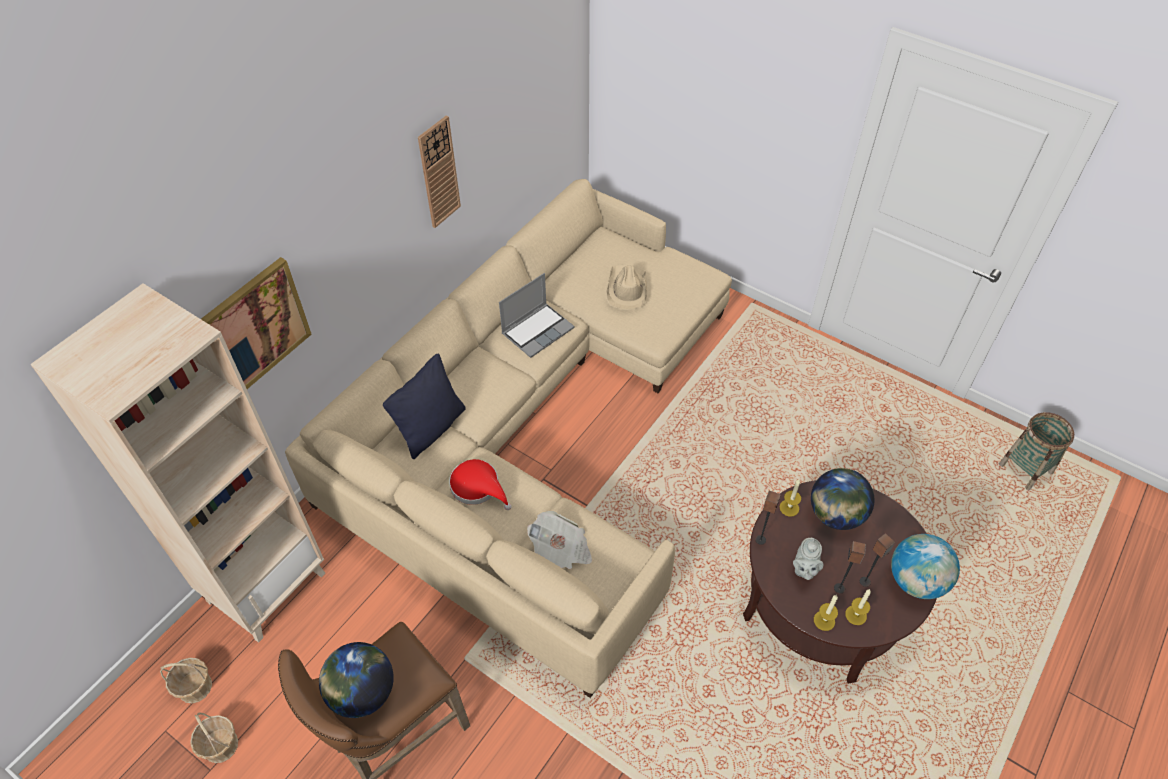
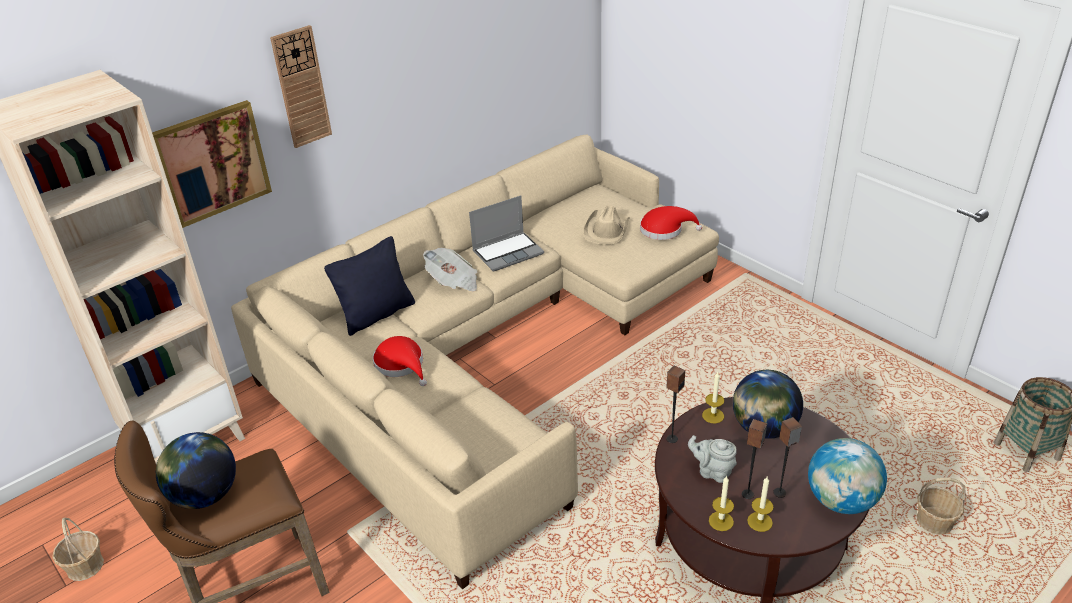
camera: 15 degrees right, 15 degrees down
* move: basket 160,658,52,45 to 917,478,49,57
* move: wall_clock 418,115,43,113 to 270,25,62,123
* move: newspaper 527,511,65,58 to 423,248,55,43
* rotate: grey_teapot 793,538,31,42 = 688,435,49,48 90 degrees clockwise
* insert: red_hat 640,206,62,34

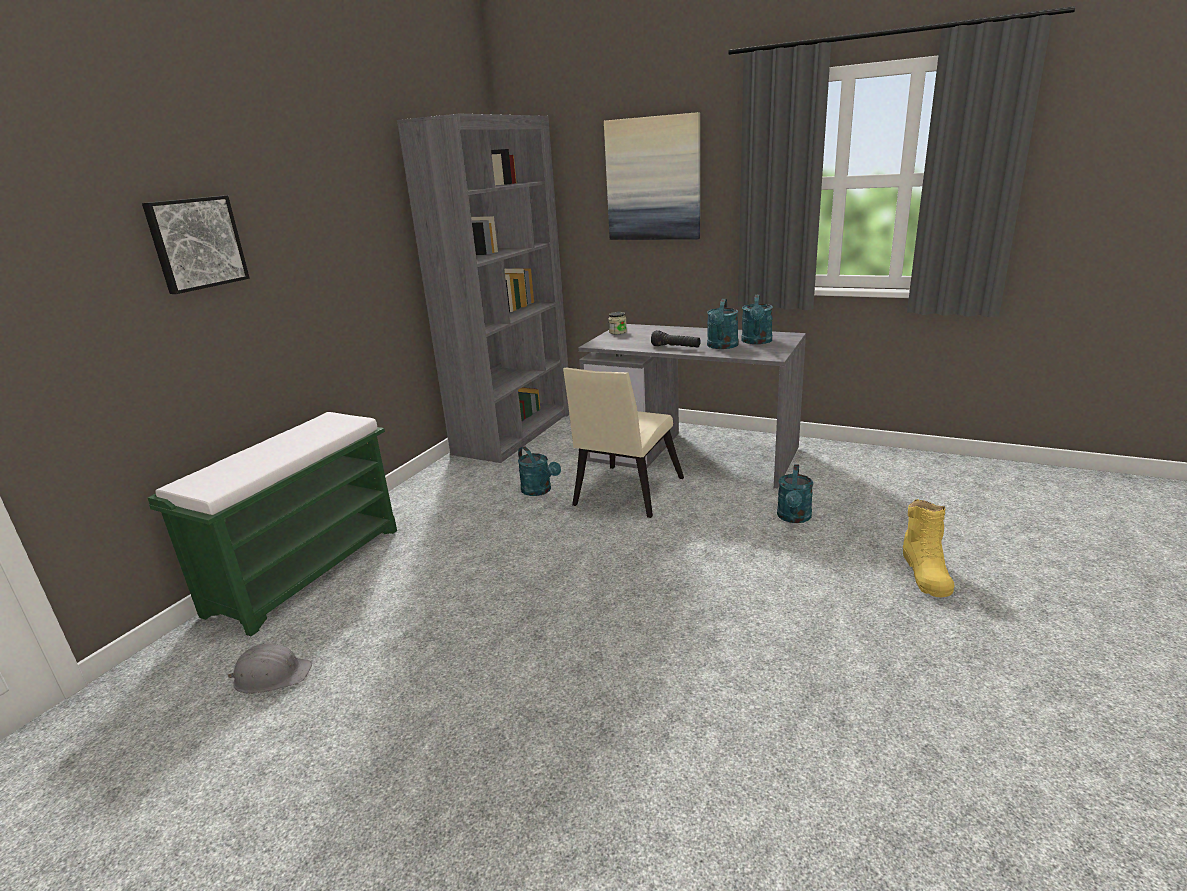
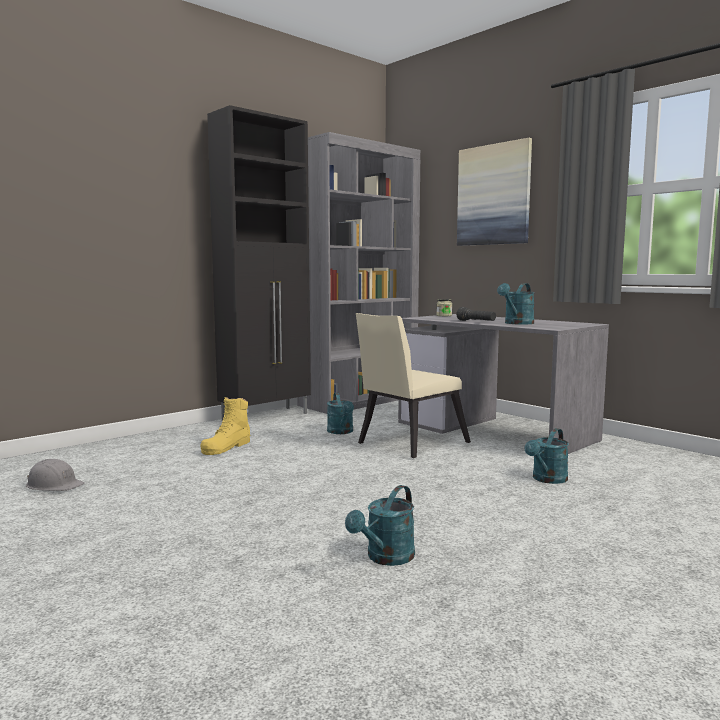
camera: 20 degrees right, 15 degrees down
* delete: picture 142,195,108,99
* delete: green_bench 148,412,249,224
* move: turquoise_watering_can 741,295,32,49 to 345,485,70,81
* move: yellow_boot 903,499,52,98 to 200,397,50,58
* insert: black_cabinet 207,105,104,316

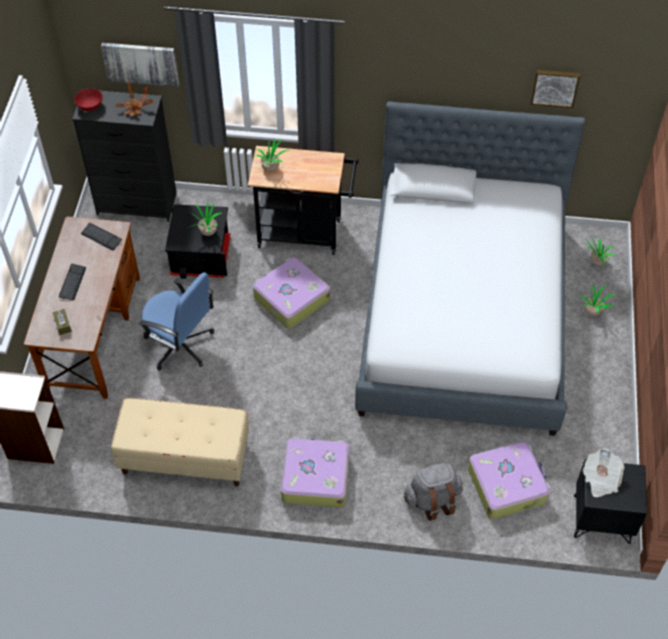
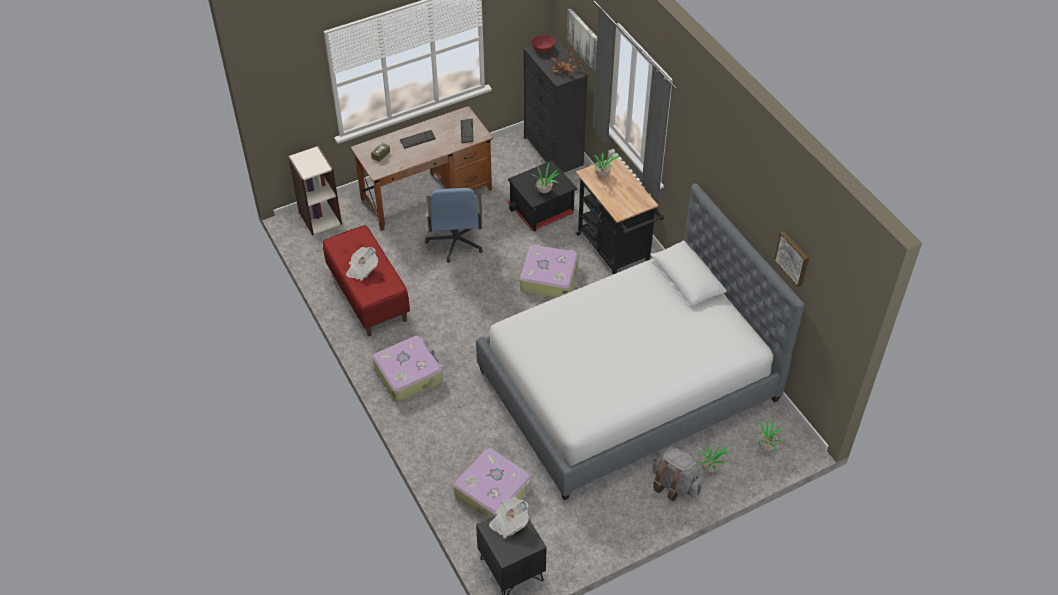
camera: 55 degrees right, 5 degrees down
* recolor: beige_bench 111,398,138,89 to red_bench 323,225,87,111
* move: grey_backpack 404,463,59,58 to 653,447,50,54
* insert: newspaper 346,247,32,34

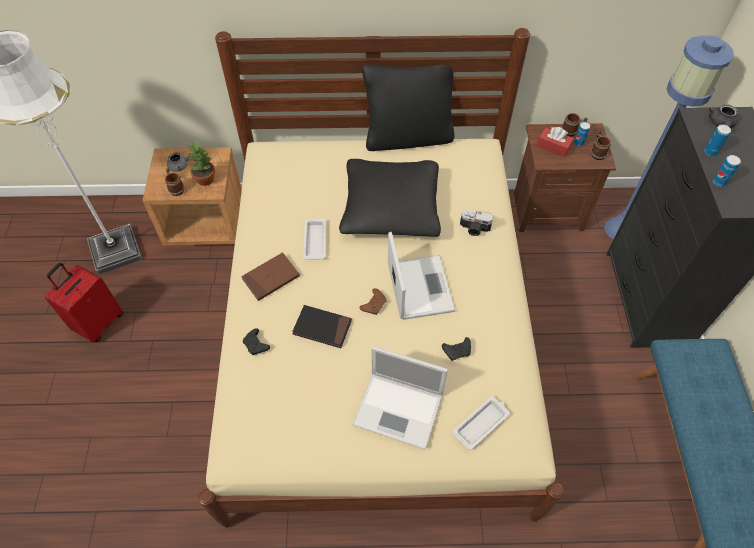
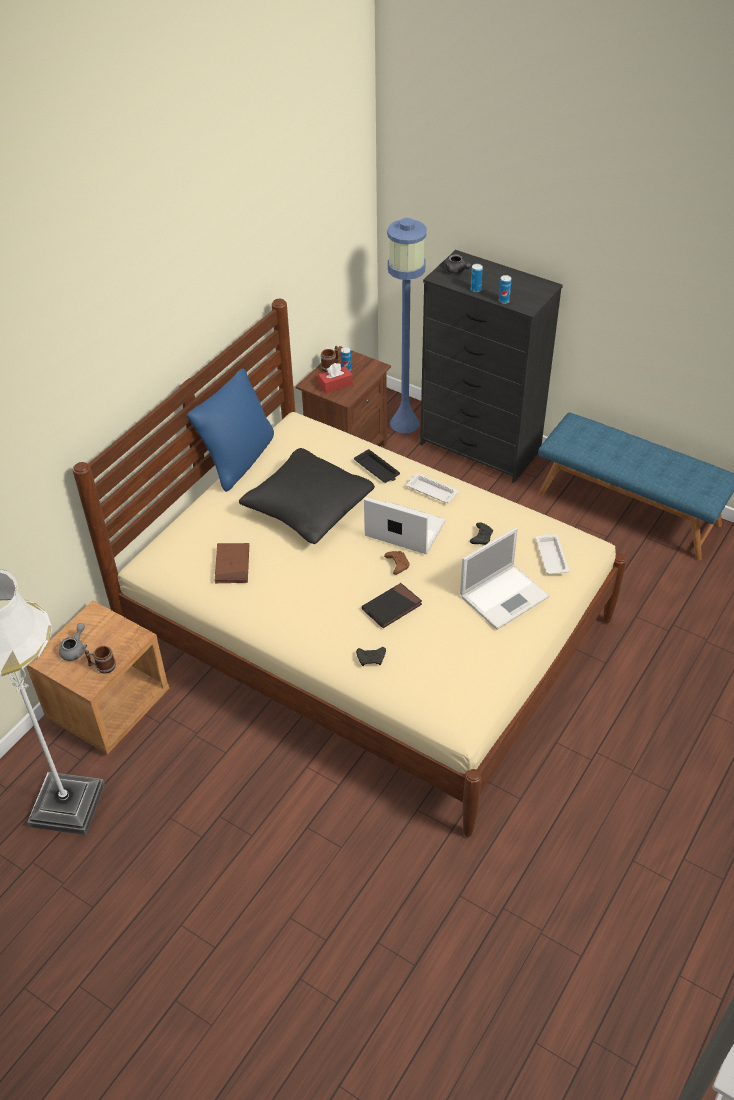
camera: 55 degrees left, 10 degrees down
* delete: red_suitcase 45,263,78,79
* delete: potted_plant 187,139,28,47
* move: brown_book 241,252,59,49 to 215,543,34,40
* move: white_tray 303,218,23,42 to 407,473,51,30
* recolor: black_pillow 362,64,93,87 to blue_pillow 187,362,87,130
* replace: photo_camera 460,210,34,26 to black_tray 354,449,46,34
* delete: mug 591,131,20,29

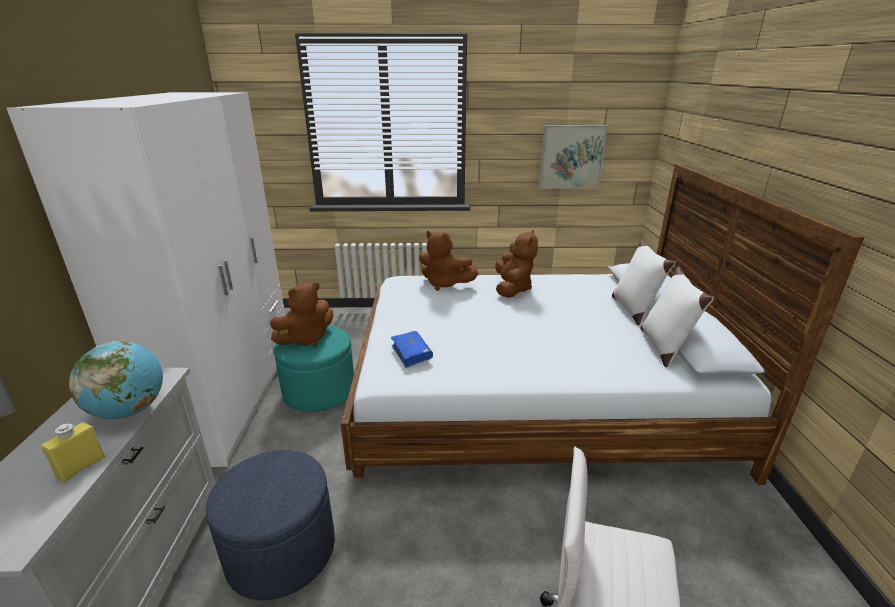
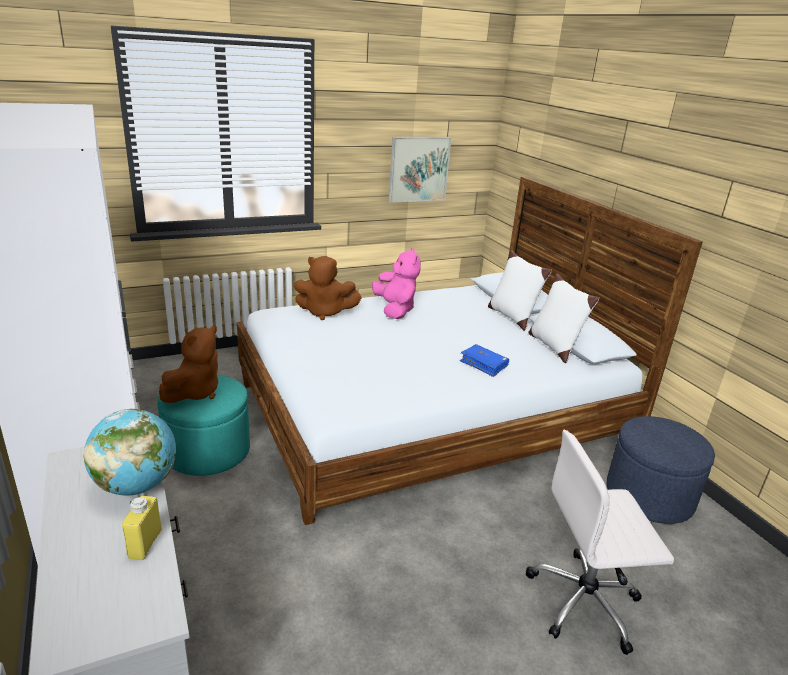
camera: 25 degrees left, 0 degrees up
* move: blue_ottoman 206,450,129,151 to 607,416,108,108
* move: blue_book 391,331,42,37 to 460,344,49,33
* recolor: brown_plush_toy 495,230,43,68 to pink_plush_toy 372,248,49,71

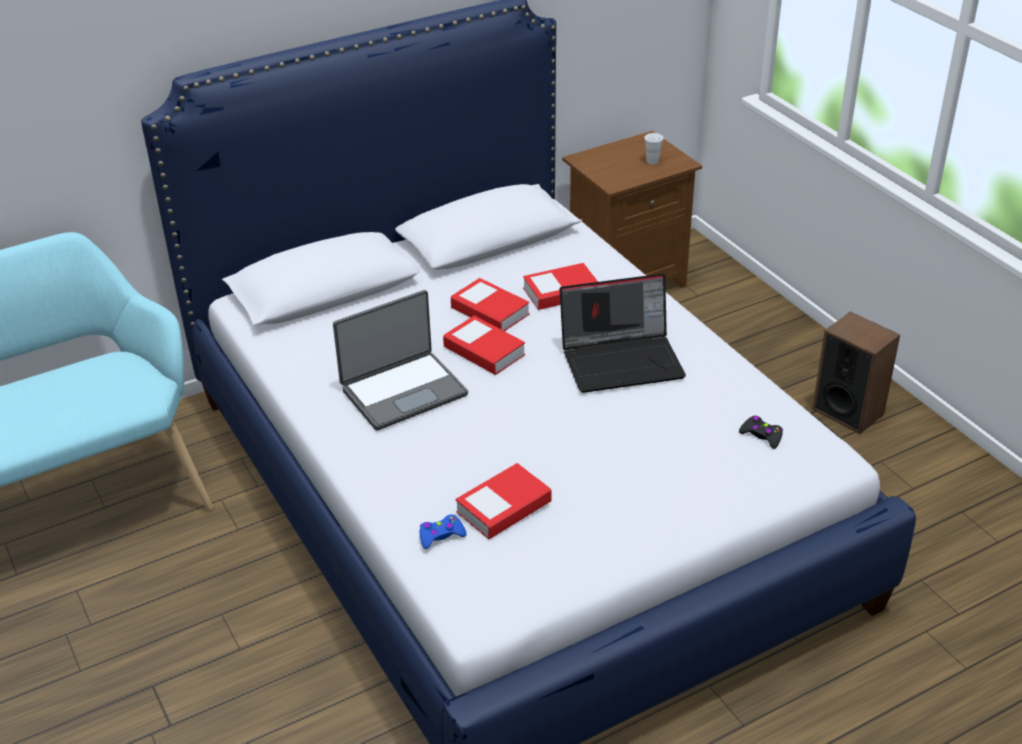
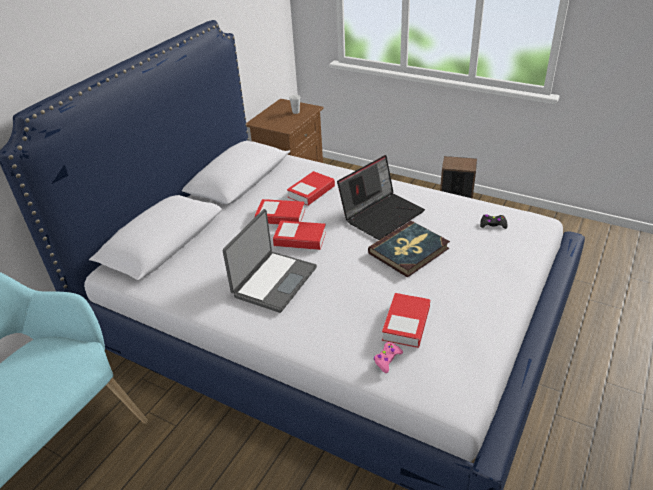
camera: 30 degrees left, 0 degrees up
* recolor: blue_game_controller 420,514,47,35 to pink_game_controller 374,342,29,31
* insert: book 368,221,82,57

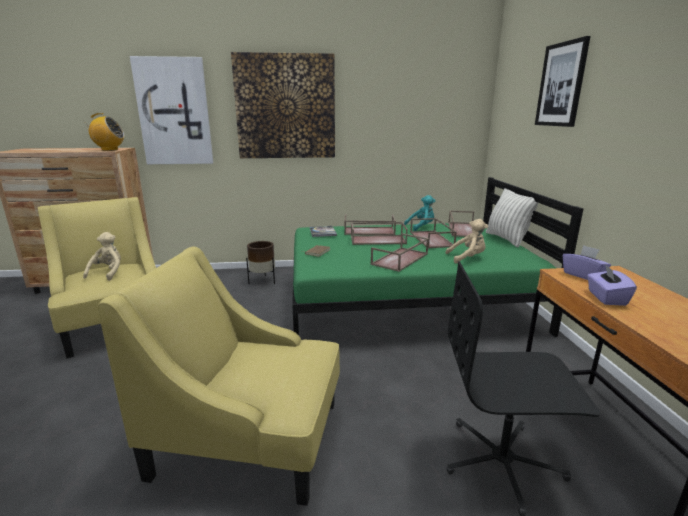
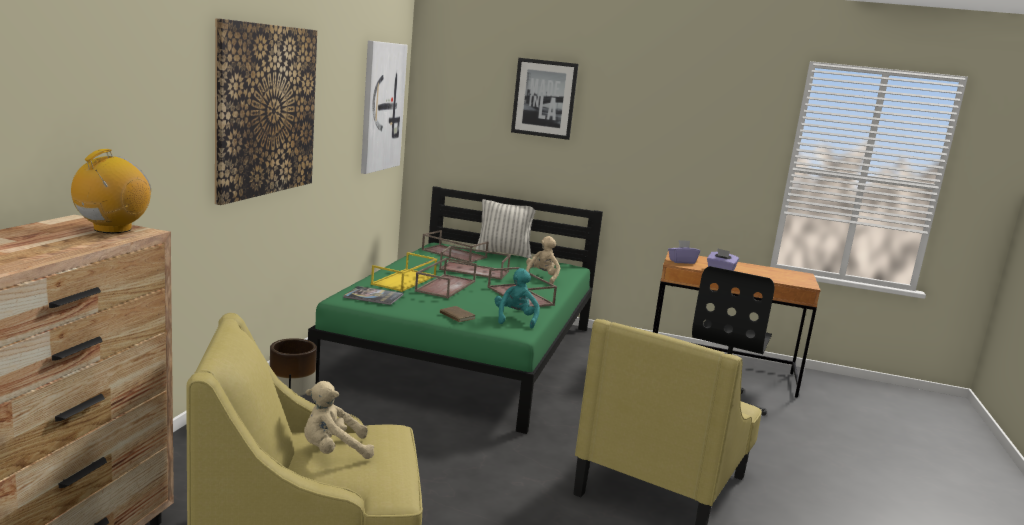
camera: 70 degrees left, 5 degrees down
* rotate: beige_plush_toy 83,232,38,49 = 304,381,70,78 45 degrees counterclockwise
* move: picture 130,56,83,108 to 361,40,47,134
* recolor: brown_tray 344,215,52,20 to yellow_tray 371,252,66,40
* move: turquoise_plush_toy 404,195,31,36 to 495,268,45,61

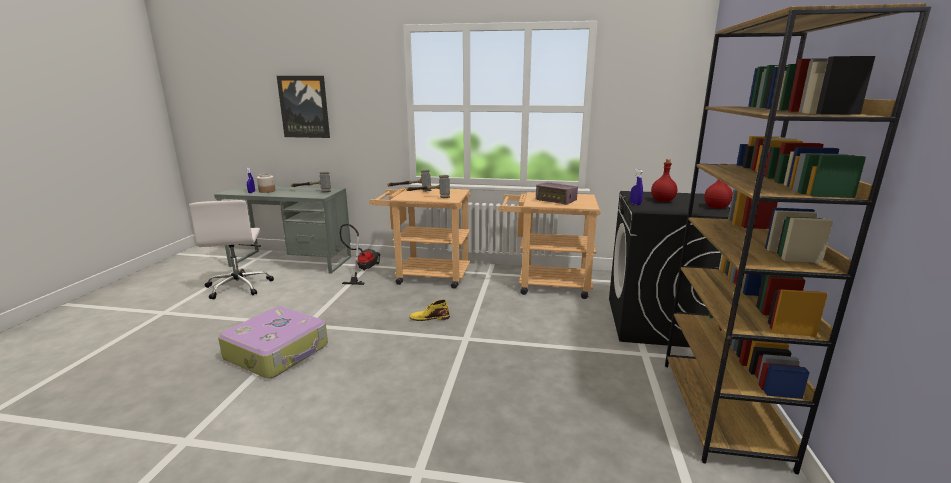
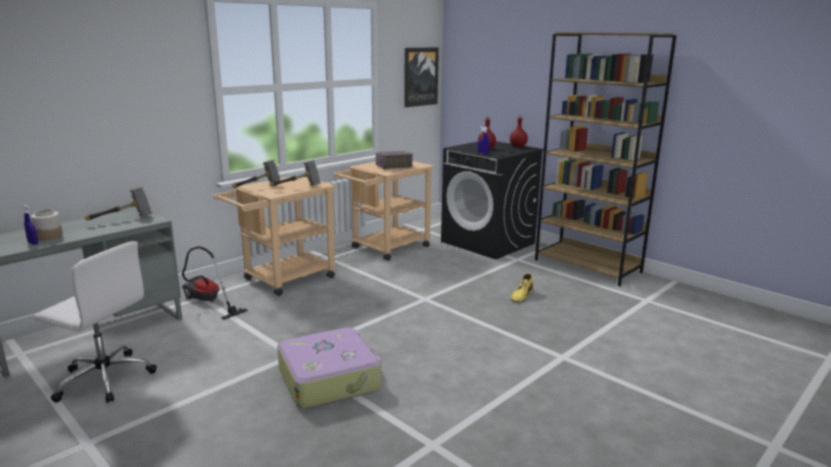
camera: 55 degrees left, 0 degrees up
* move: picture 277,76,53,62 to 404,47,35,60
* move: yellow_boot 409,299,41,22 to 511,273,22,30

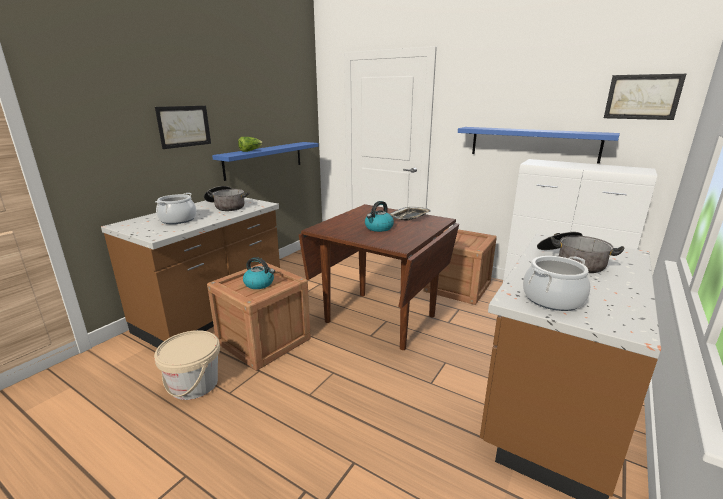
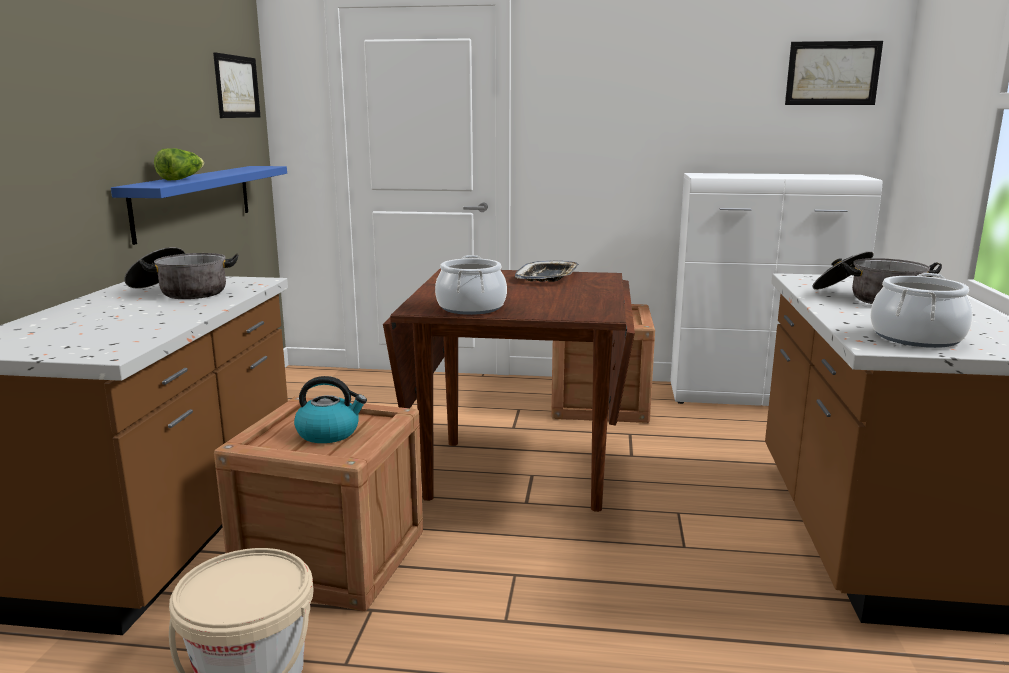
camera: 25 degrees left, 5 degrees down
* move: picture 155,106,56,43 to 213,52,47,66
* move: cooking_pot 155,193,41,31 to 435,255,72,60
* delete: kettle 365,201,29,31
* delete: blue_shelf 458,127,162,37

